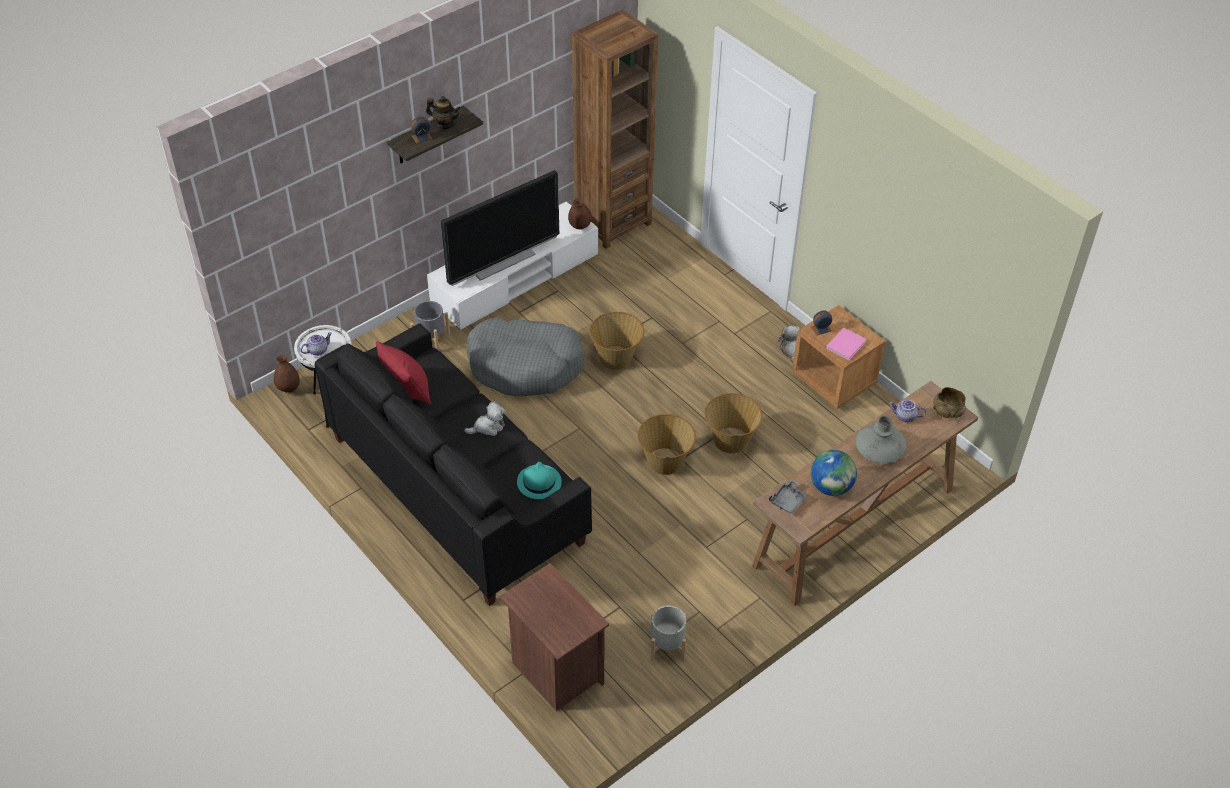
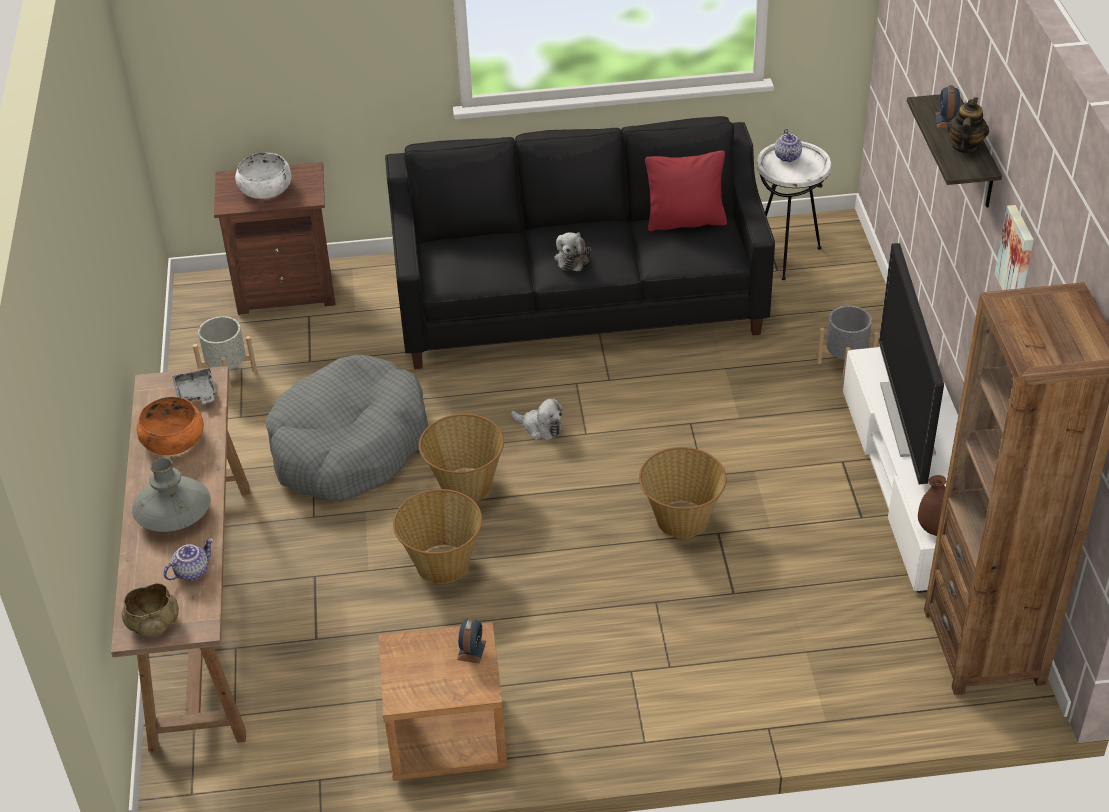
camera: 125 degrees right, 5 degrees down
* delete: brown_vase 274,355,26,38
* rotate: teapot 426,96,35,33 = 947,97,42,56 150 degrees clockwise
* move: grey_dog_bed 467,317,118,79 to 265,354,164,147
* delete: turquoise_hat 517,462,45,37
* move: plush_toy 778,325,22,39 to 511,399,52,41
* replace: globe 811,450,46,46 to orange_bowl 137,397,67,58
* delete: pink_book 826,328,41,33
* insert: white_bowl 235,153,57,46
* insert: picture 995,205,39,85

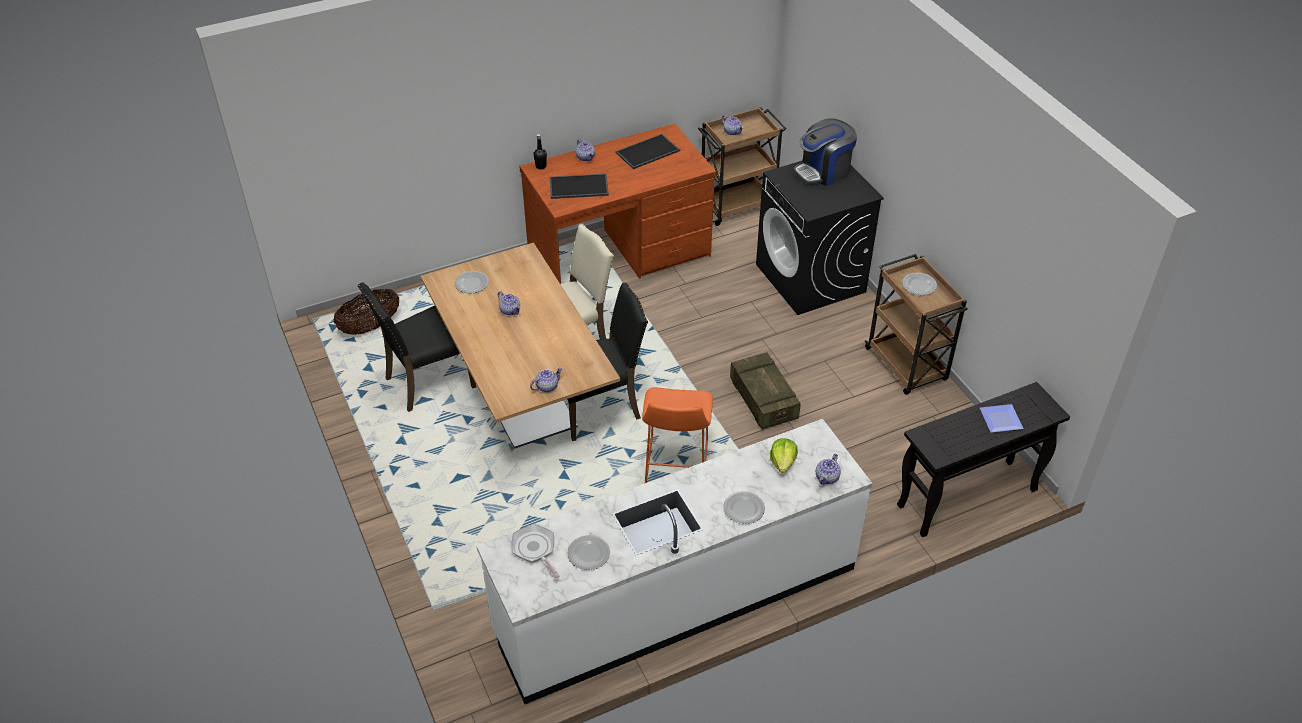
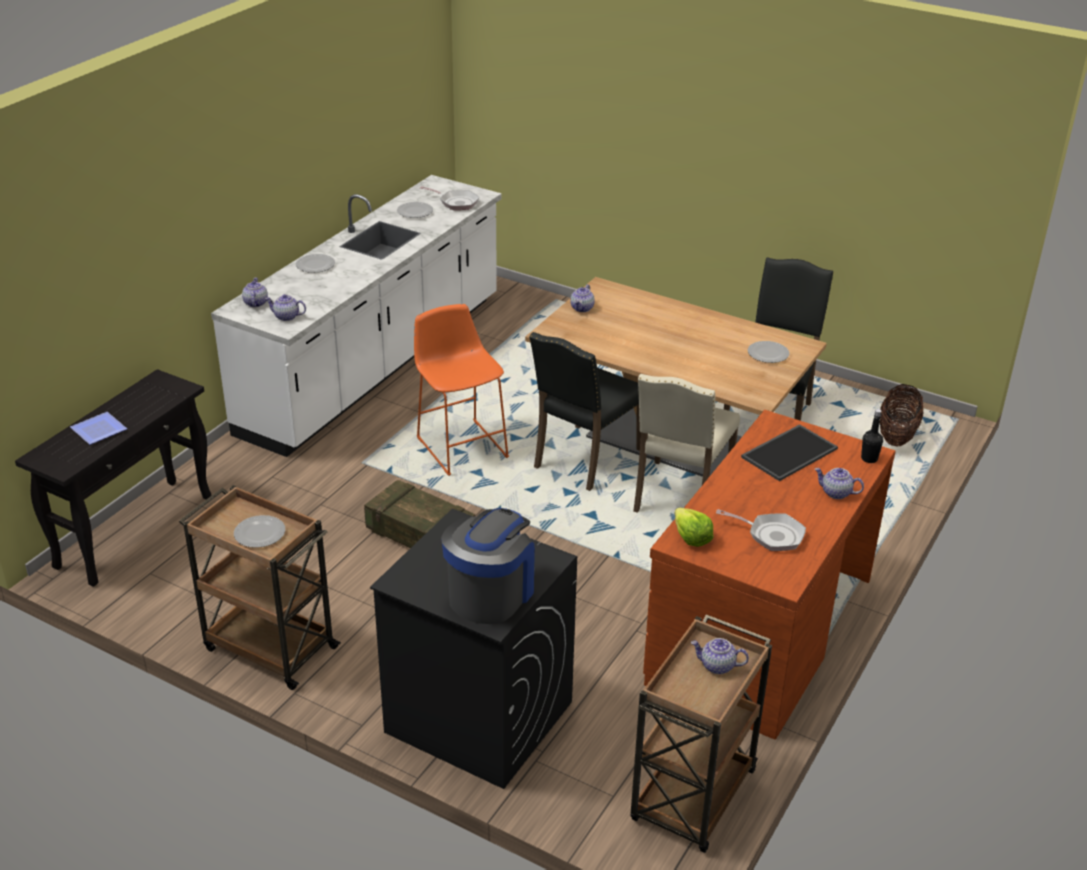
camera: 145 degrees right, 10 degrees down
* move: teapot 498,291,23,24 to 265,294,41,27
* replace: tray 616,134,64,35 to frying_pan 716,509,90,42
* move: lettuce 770,438,28,35 to 675,508,38,39

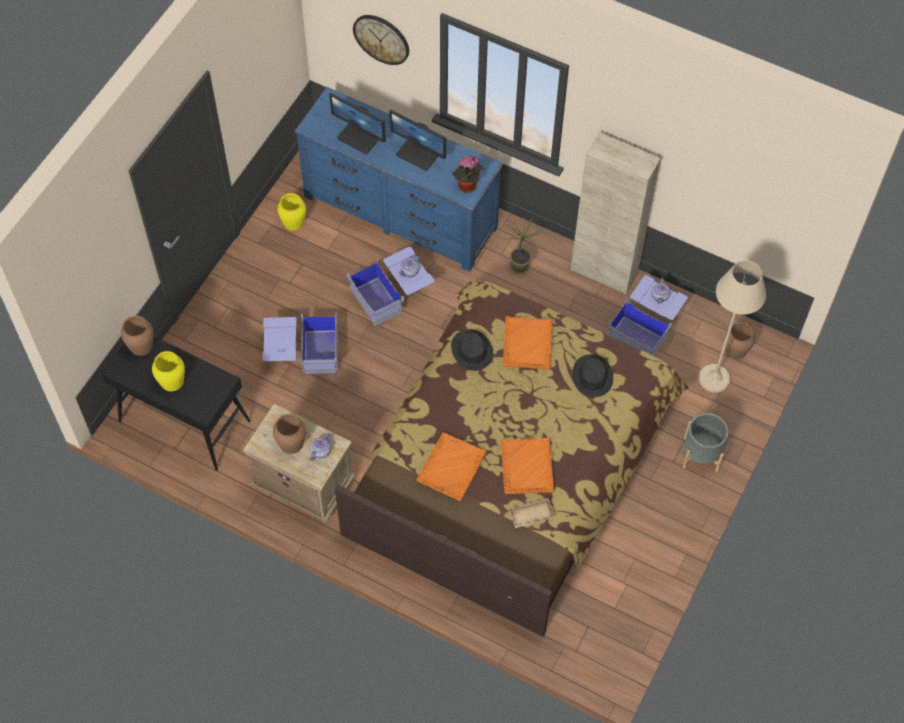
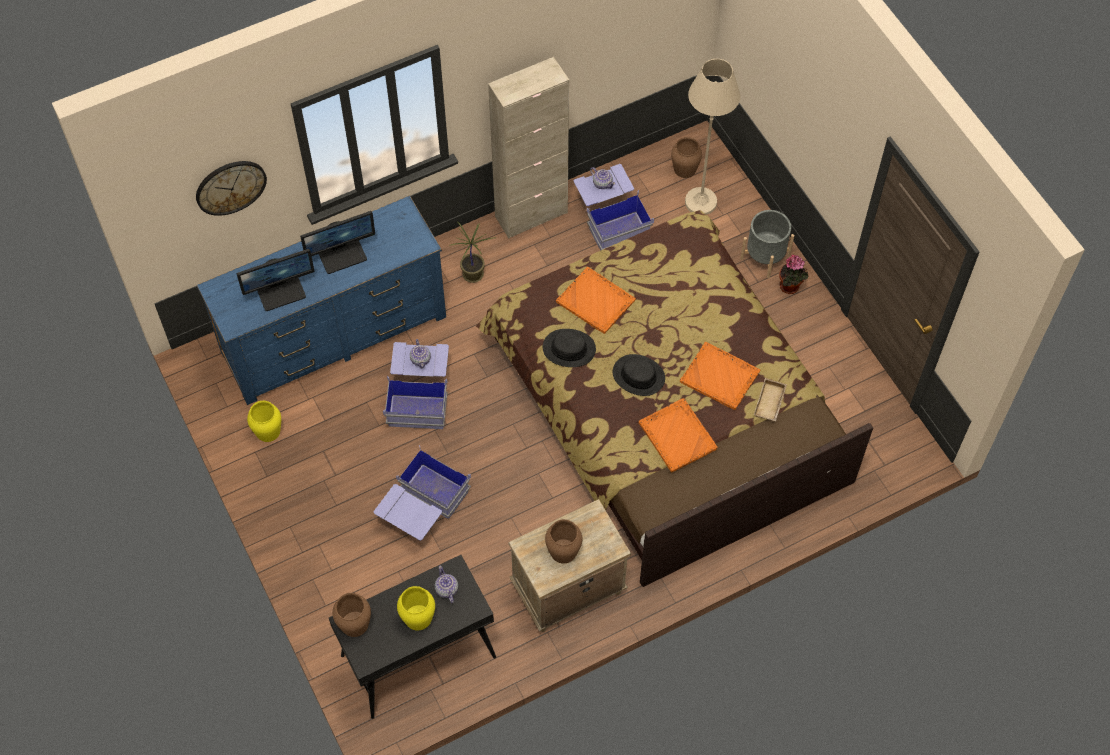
camera: 55 degrees left, 0 degrees up
* move: teapot 309,432,22,29 to 435,566,23,37
* move: potted_plant 452,156,31,37 to 779,255,30,39
* move: black_hat 573,354,40,43 to 613,354,52,42

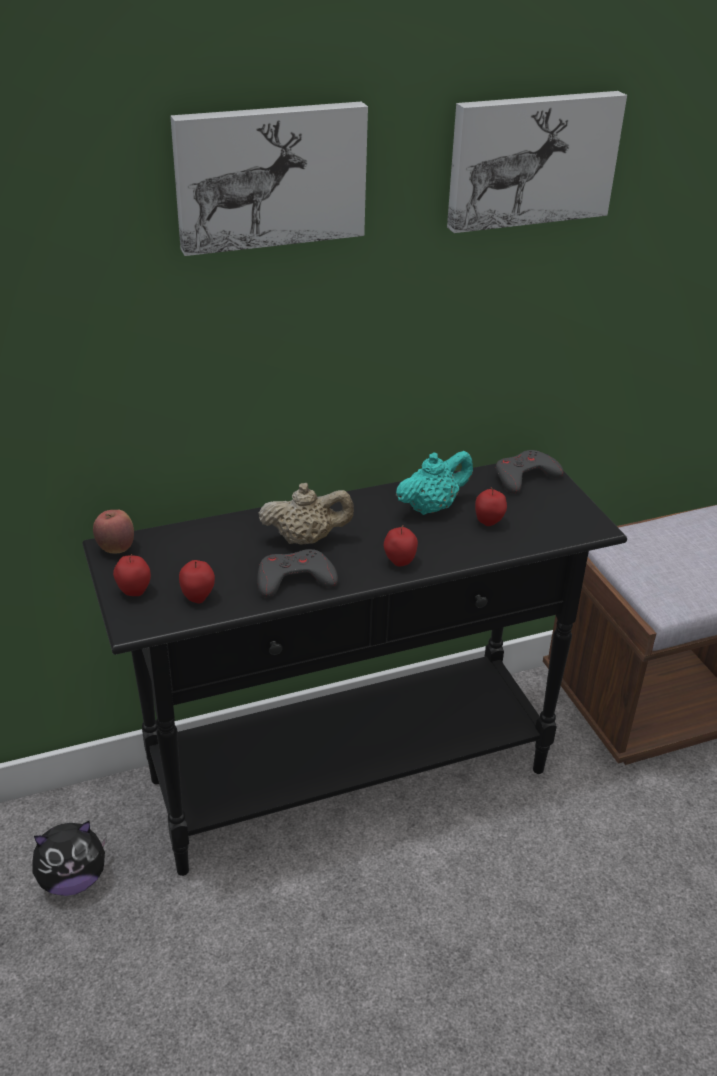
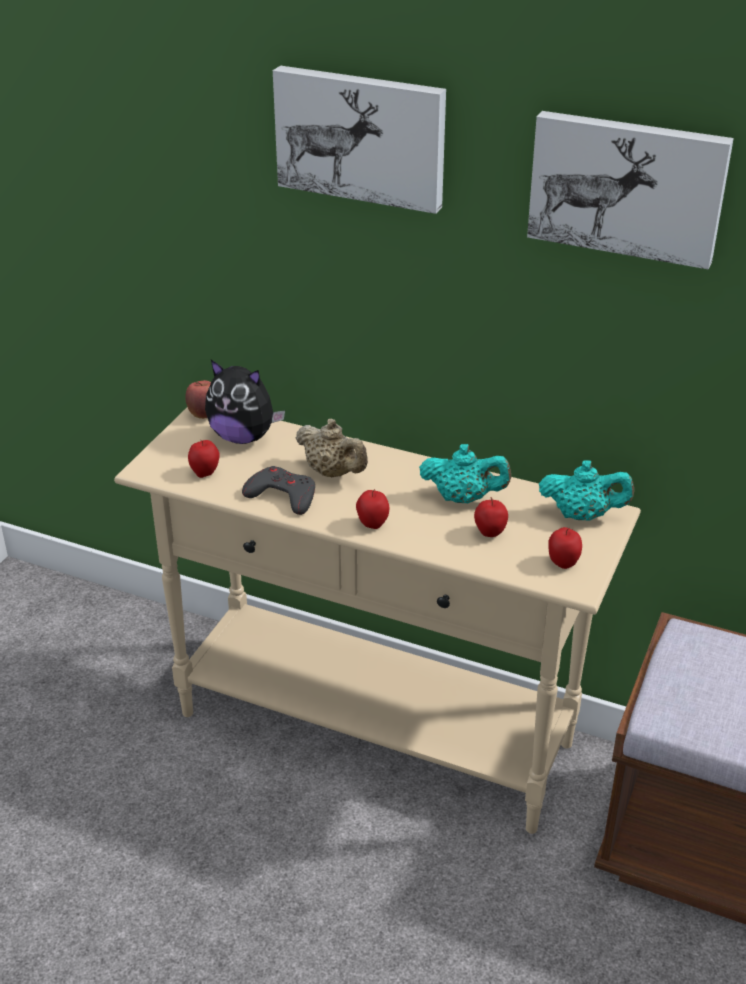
camera: 45 degrees right, 0 degrees up
* move: plush_toy 33,821,74,75 to 205,360,80,84
* recolor: black_console_table 82,454,545,422 to beige_console_table 114,407,527,427
* move: apple 113,554,38,42 to 548,527,34,42
* replace: grey_game_controller 496,450,68,44 to turquoise_teapot 539,460,95,61

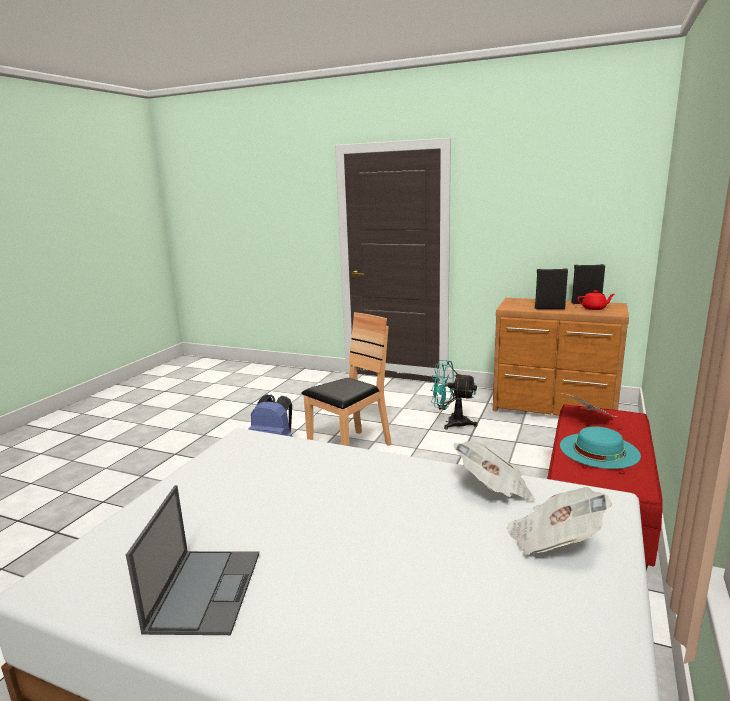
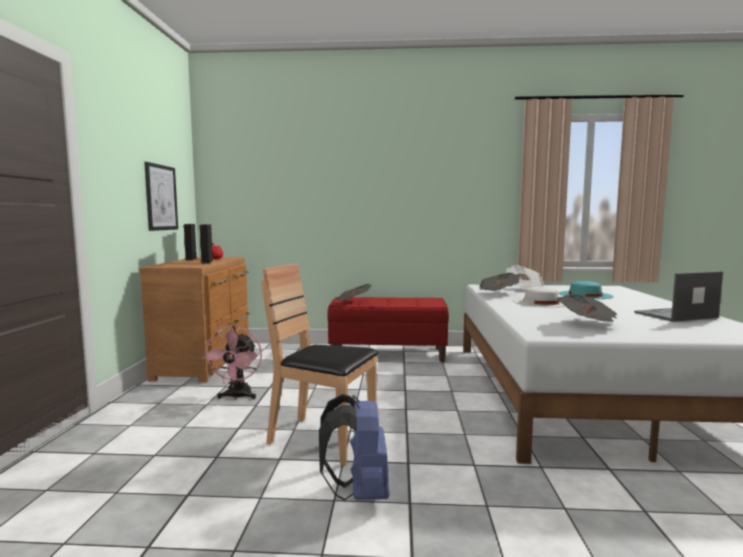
camera: 110 degrees left, 10 degrees down
* recolor: turquoise_fan 430,360,47,70 to pink_fan 202,326,60,74
* move: turquoise_hat 560,426,81,43 to 558,281,56,18
* insert: picture 144,162,34,69
* insert: white_hat 512,287,54,20
* insert: newspaper 557,295,60,27

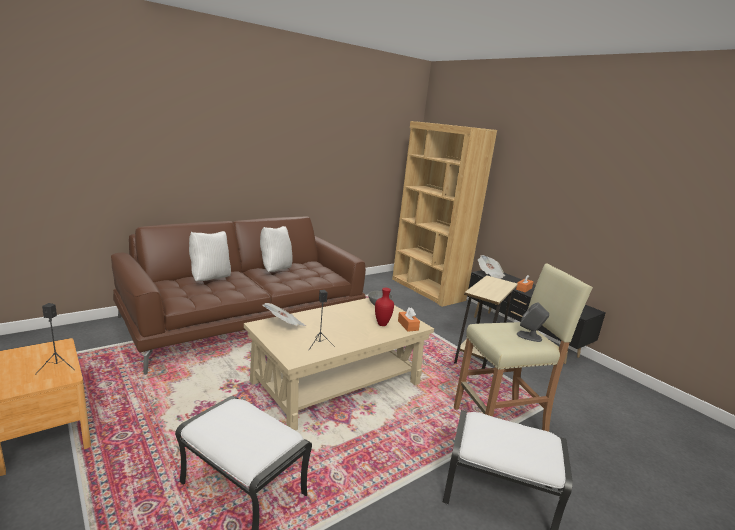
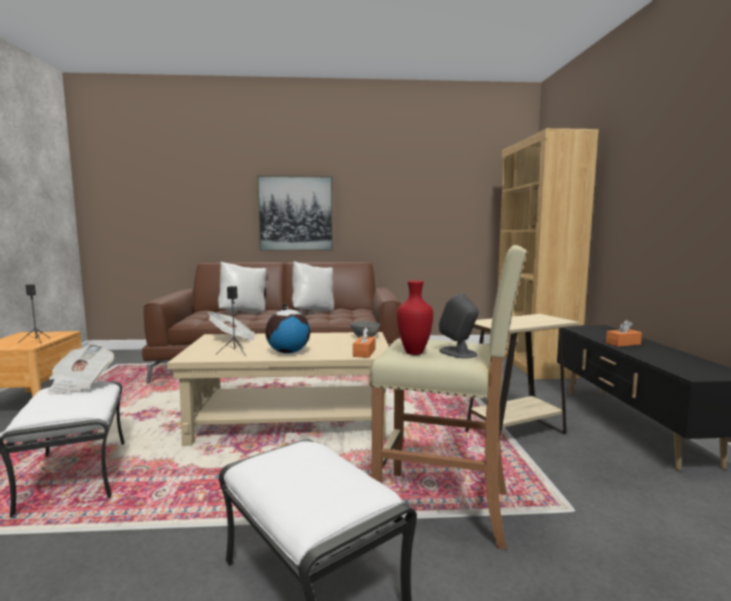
camera: 35 degrees right, 10 degrees down
* move: red_vase 375,288,19,38 to 397,280,36,75
* move: newspaper 478,255,27,24 to 47,344,67,51
* insert: picture 257,175,76,76
* insert: globe 265,303,45,51

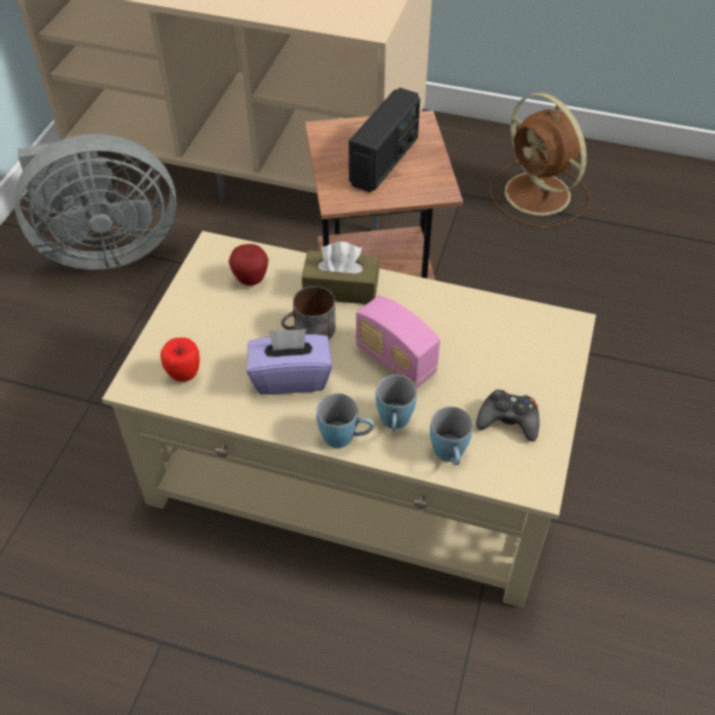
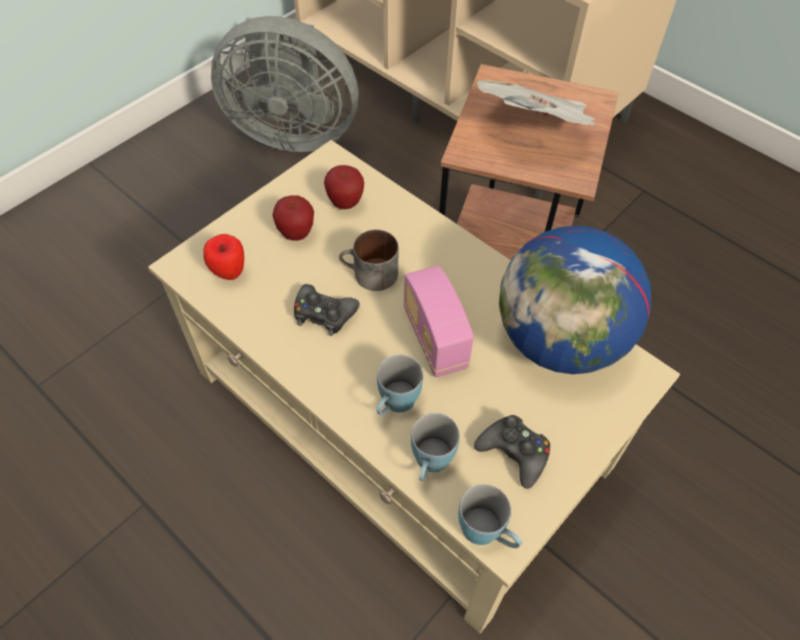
camera: 25 degrees right, 5 degrees up
* replace: purple_tissue_box 247,329,85,66 to black_game_controller 294,284,66,52
* delete: brown_tissue_box 302,242,77,62
* move: blue_mug 316,393,58,55 to 458,484,64,64
* replace: radio 349,88,71,105 to newspaper 477,80,119,46
* delete: brown_fan 490,93,101,135
* insert: apple 272,195,42,46
* insert: globe 499,226,152,148

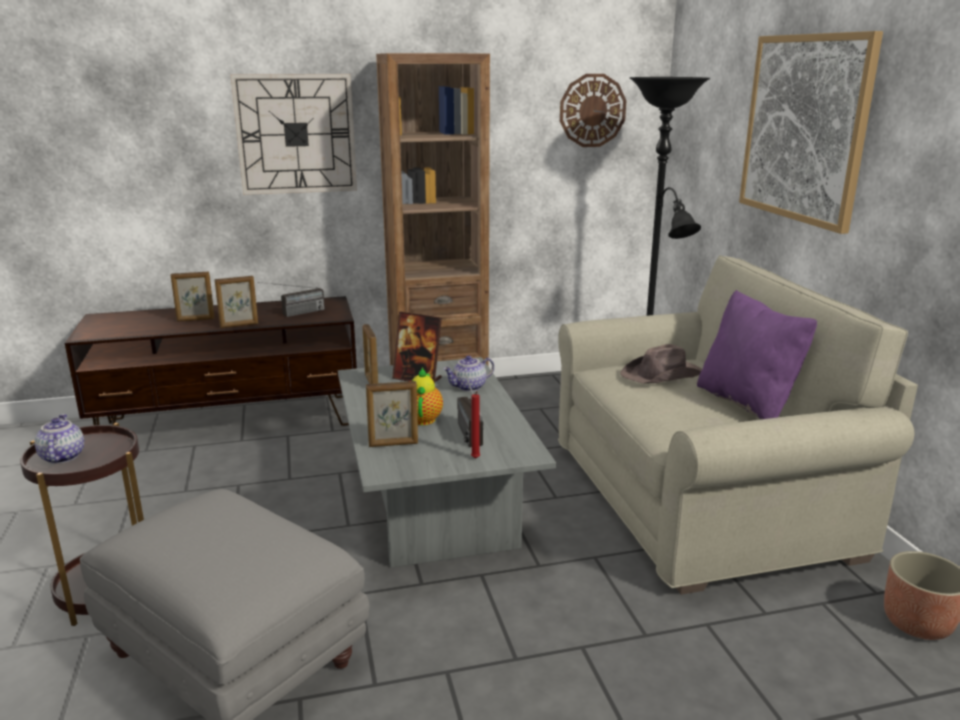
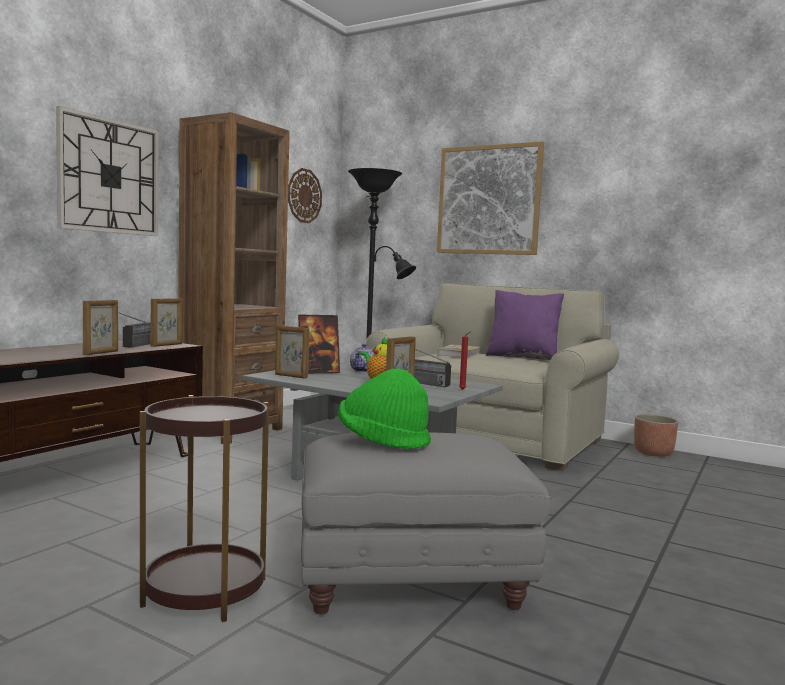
camera: 45 degrees left, 15 degrees down
* delete: teapot 35,414,49,50
* move: picture_frame 171,272,44,49 to 150,298,32,49
* replace: brown_hat 620,344,82,40 to book 438,345,42,13
* insert: green_hat 338,368,93,82

